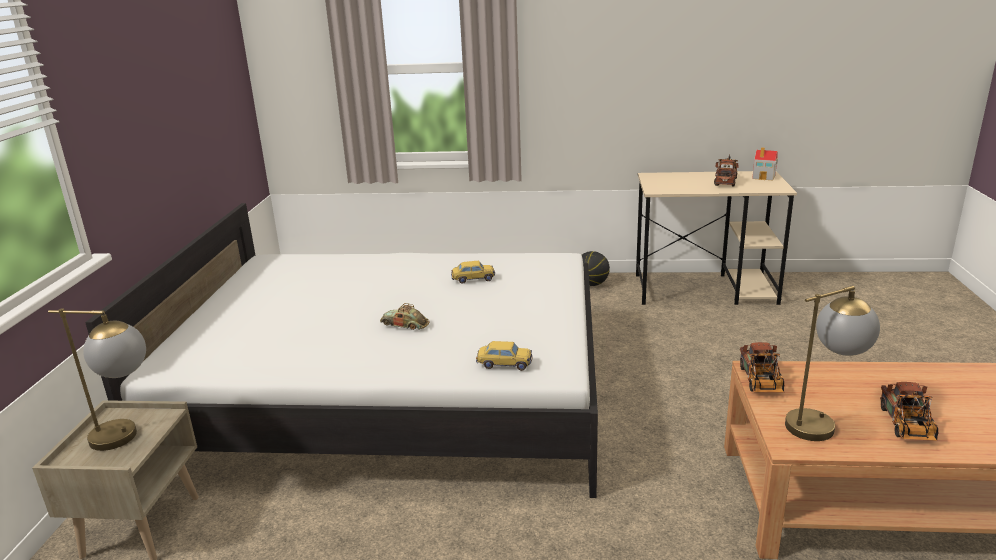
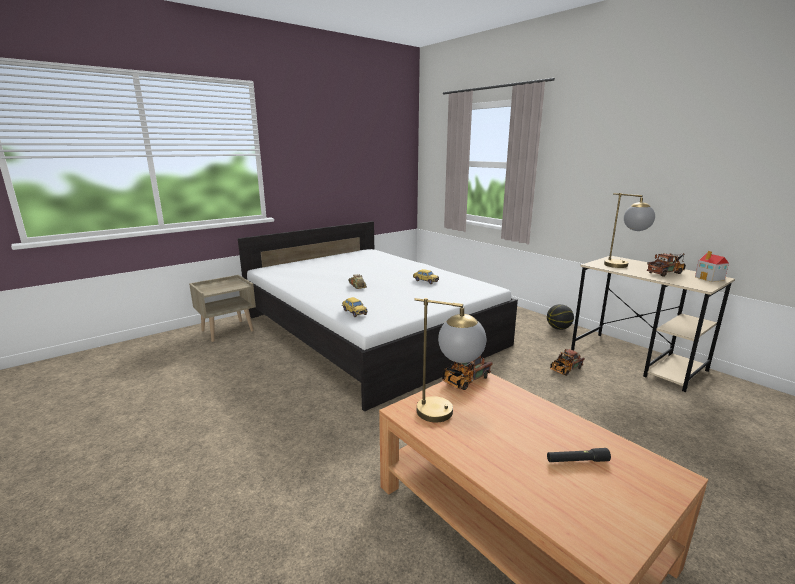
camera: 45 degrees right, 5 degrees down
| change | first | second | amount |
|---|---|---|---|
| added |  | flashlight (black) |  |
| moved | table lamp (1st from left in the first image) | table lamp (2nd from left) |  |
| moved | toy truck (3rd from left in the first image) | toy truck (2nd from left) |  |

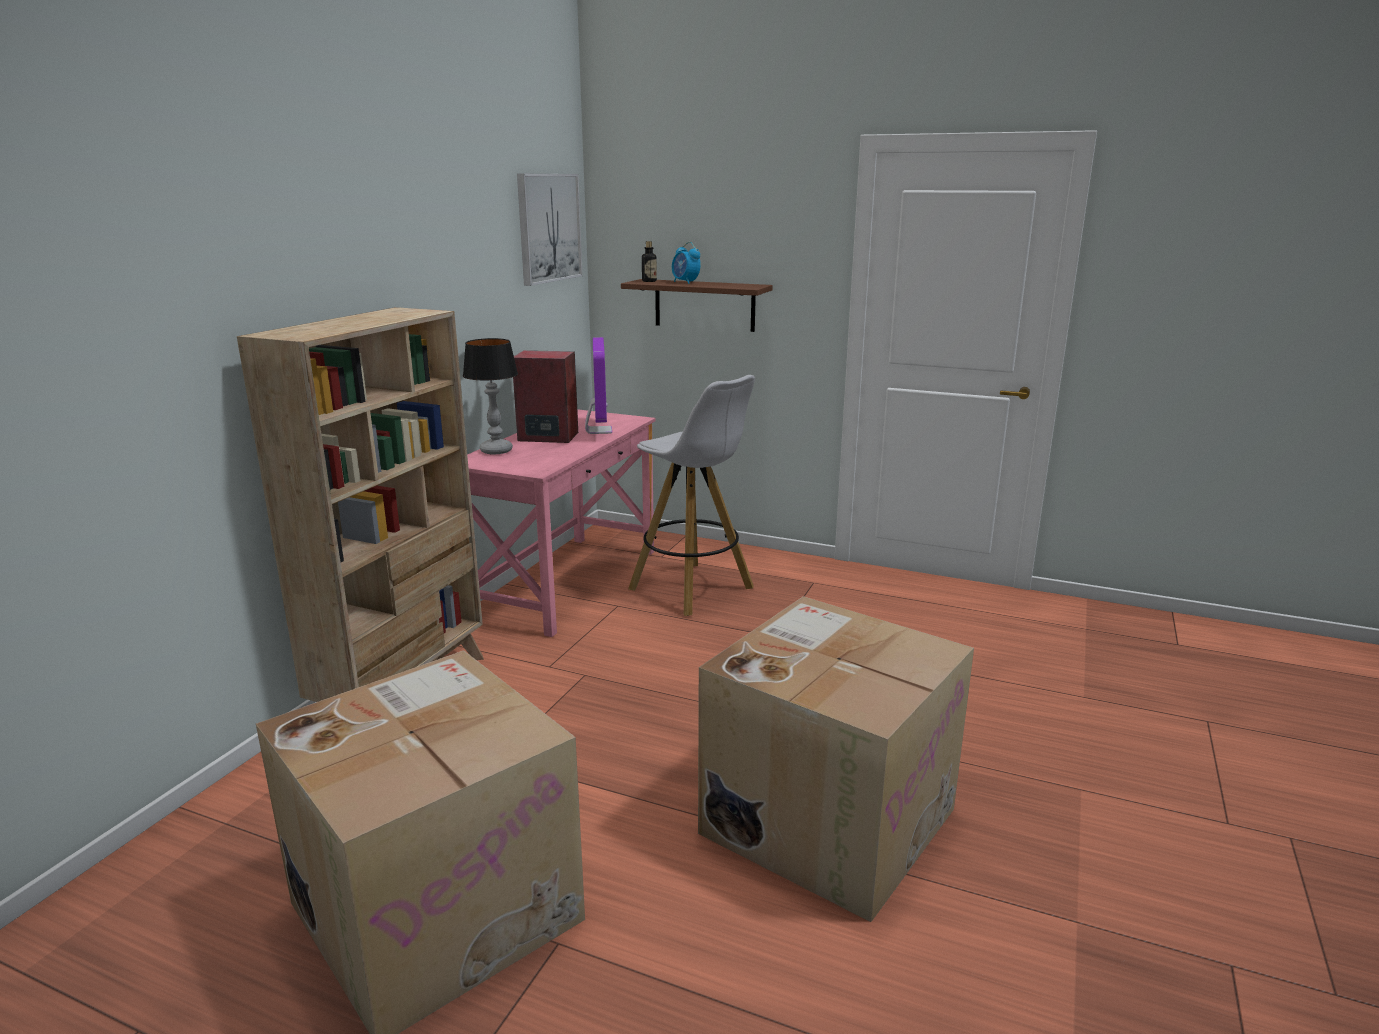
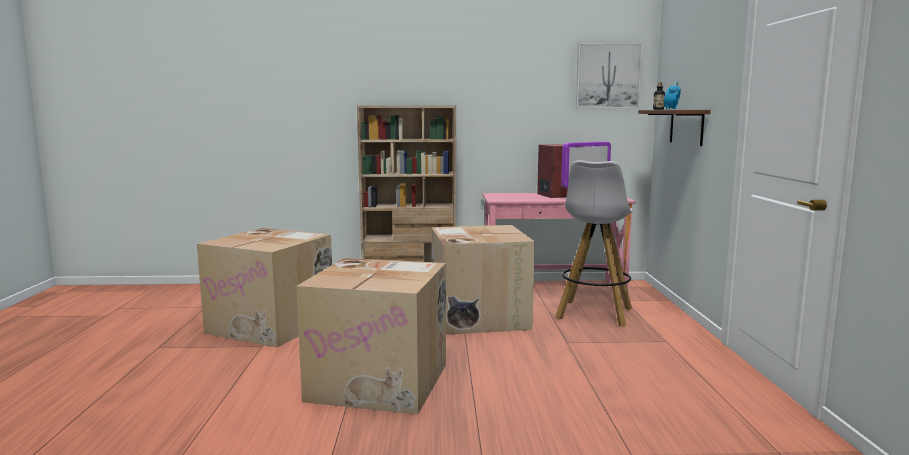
camera: 65 degrees right, 10 degrees down
| change | first | second | amount |
|---|---|---|---|
| removed | table lamp |  |  |
| added |  | cardboard box (3rd from left) |  |

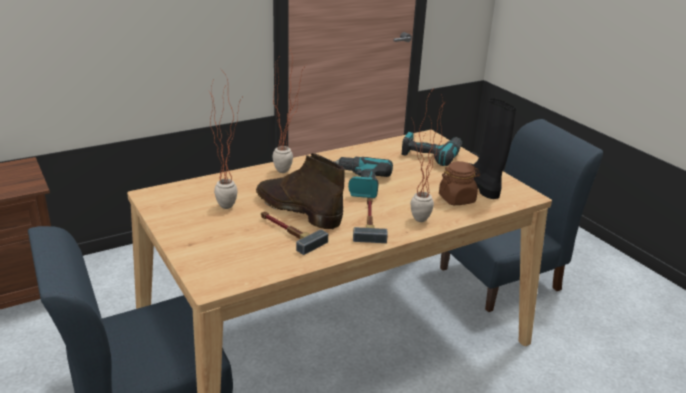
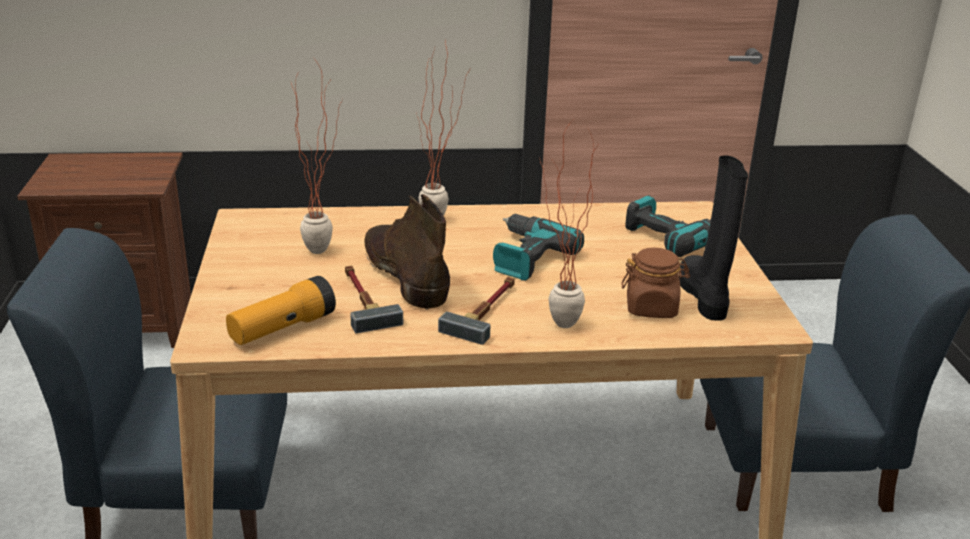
camera: 25 degrees right, 0 degrees up
| change | first | second | amount |
|---|---|---|---|
| added |  | flashlight |  |

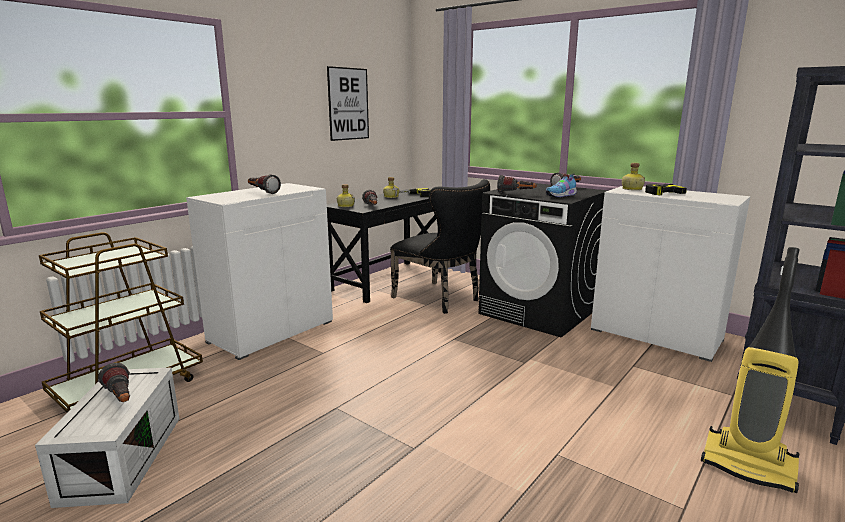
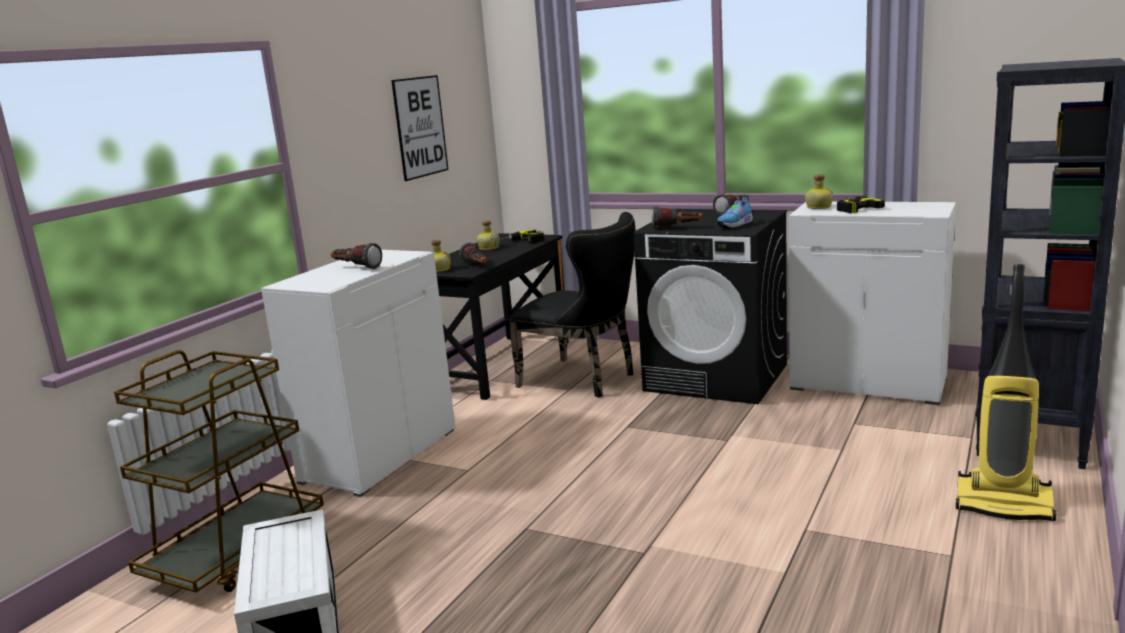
camera: 10 degrees left, 0 degrees up
| change | first | second | amount |
|---|---|---|---|
| removed | flashlight (1st from left) |  |  |

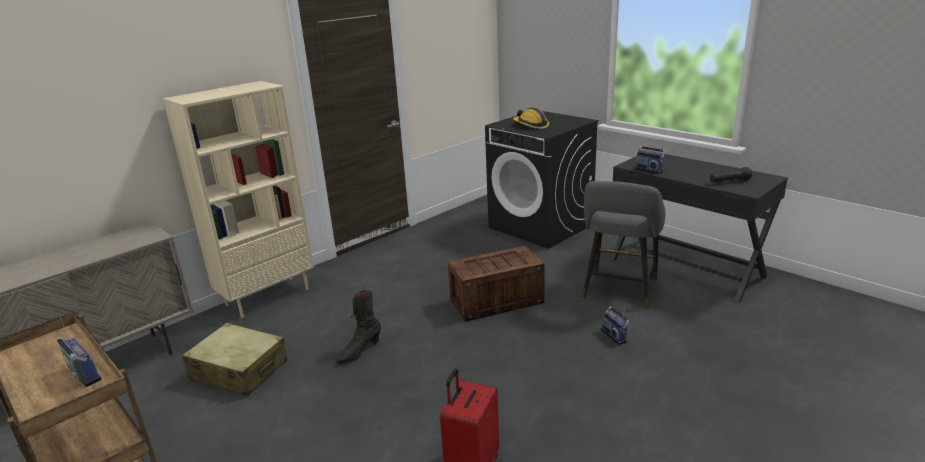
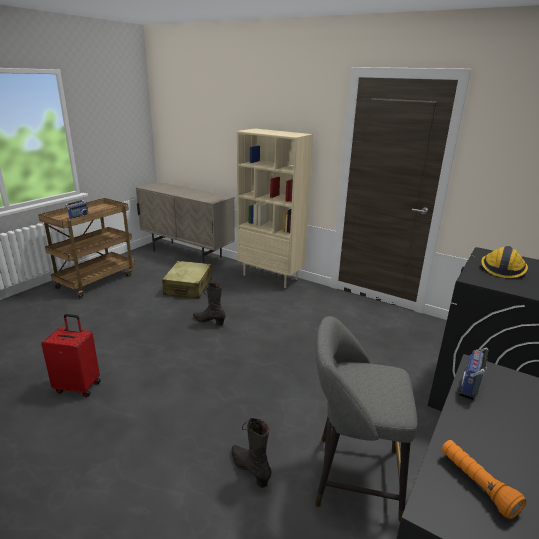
camera: 75 degrees right, 0 degrees up
| change | first | second | amount |
|---|---|---|---|
| removed | crate |  |  |
| replaced | radio (2nd from left) | boot (black) (2nd from left) |  |
| recoloured | flashlight (black) | flashlight (orange) |  |

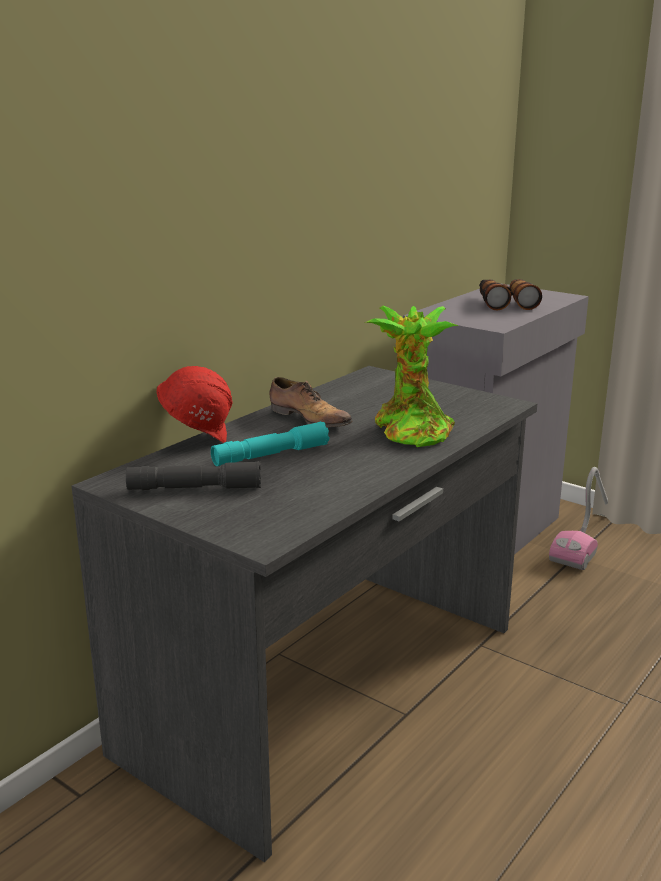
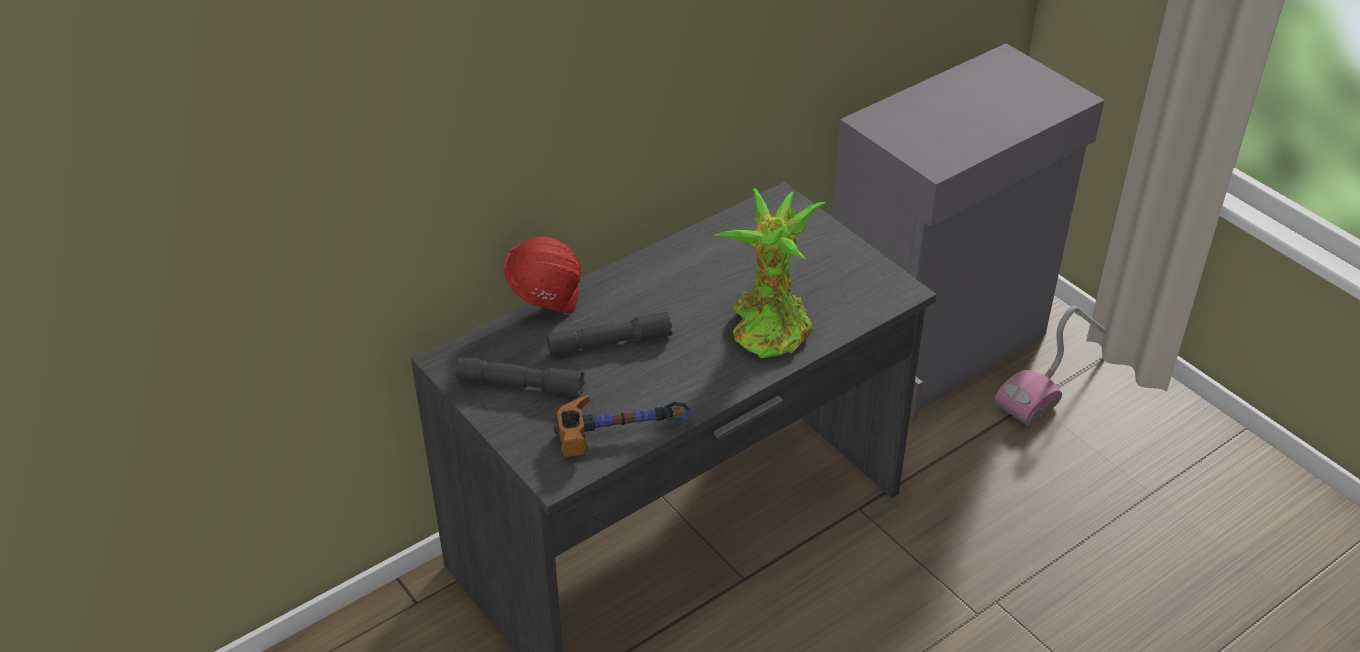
camera: 15 degrees right, 20 degrees up
| change | first | second | amount |
|---|---|---|---|
| removed | shoe |  |  |
| removed | binoculars |  |  |
| added |  | hammer |  |
| recoloured | flashlight (turquoise) | flashlight (grey) (2nd from left) |  |

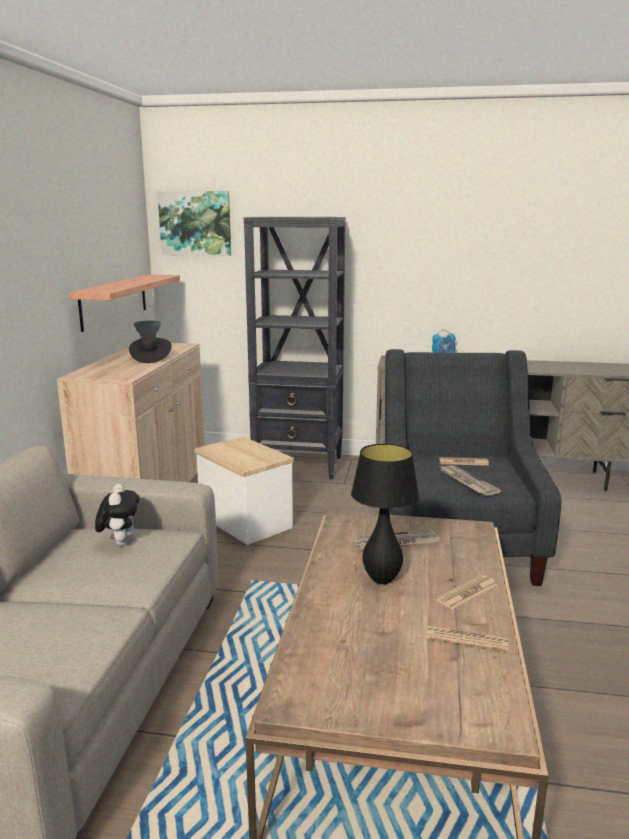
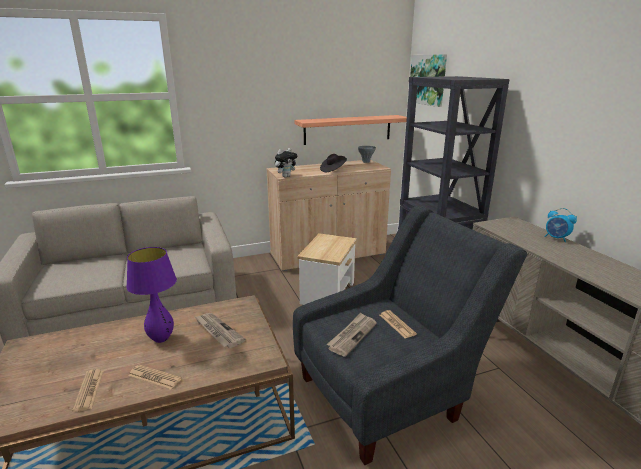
camera: 60 degrees right, 5 degrees up
| change | first | second | amount |
|---|---|---|---|
| moved | plush toy |  |  |
| recoloured | table lamp (black) | table lamp (purple) |  |

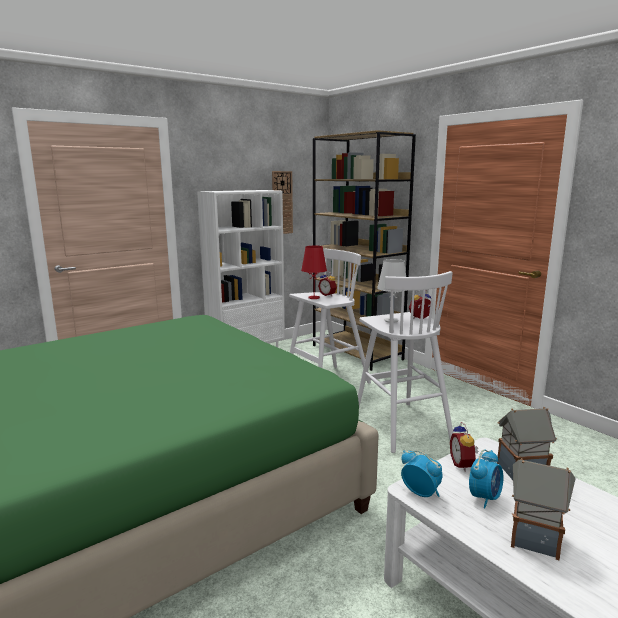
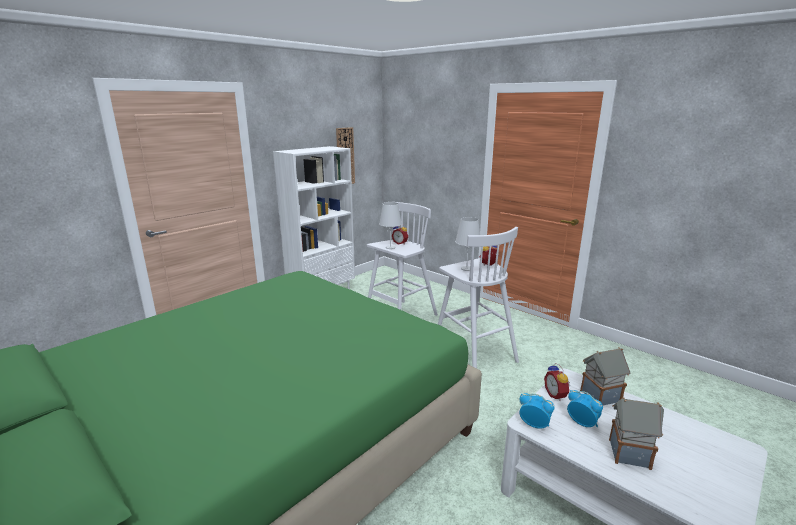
camera: 10 degrees left, 5 degrees up
| change | first | second | amount |
|---|---|---|---|
| removed | bookcase (brown) |  |  |
| recoloured | table lamp (red) | table lamp (white) (1st from left) |  |
| turned | alarm clock (5th from left) |  | 75 degrees counterclockwise |

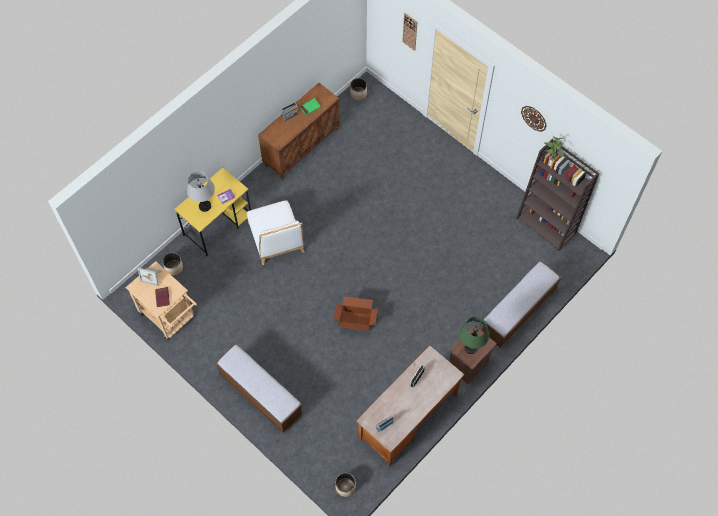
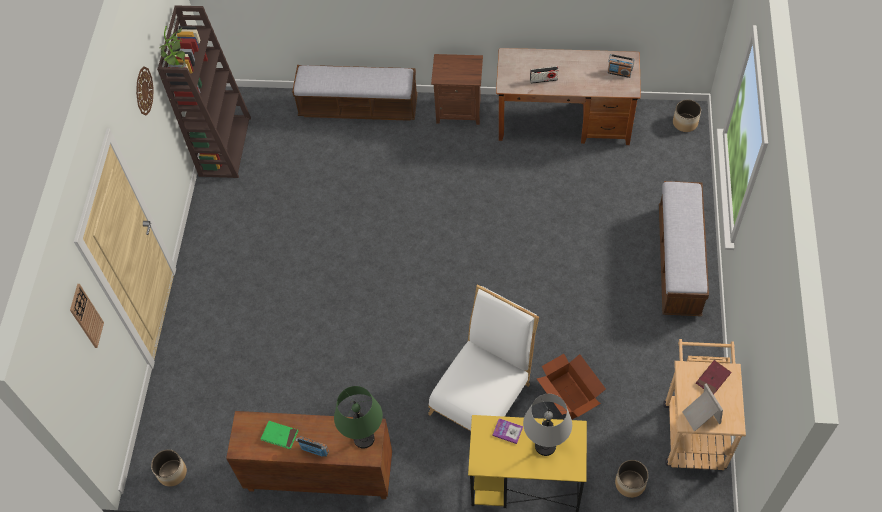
camera: 125 degrees left, 5 degrees down
| change | first | second | amount |
|---|---|---|---|
| moved | cardboard box |  |  |
| moved | table lamp (green) |  |  |

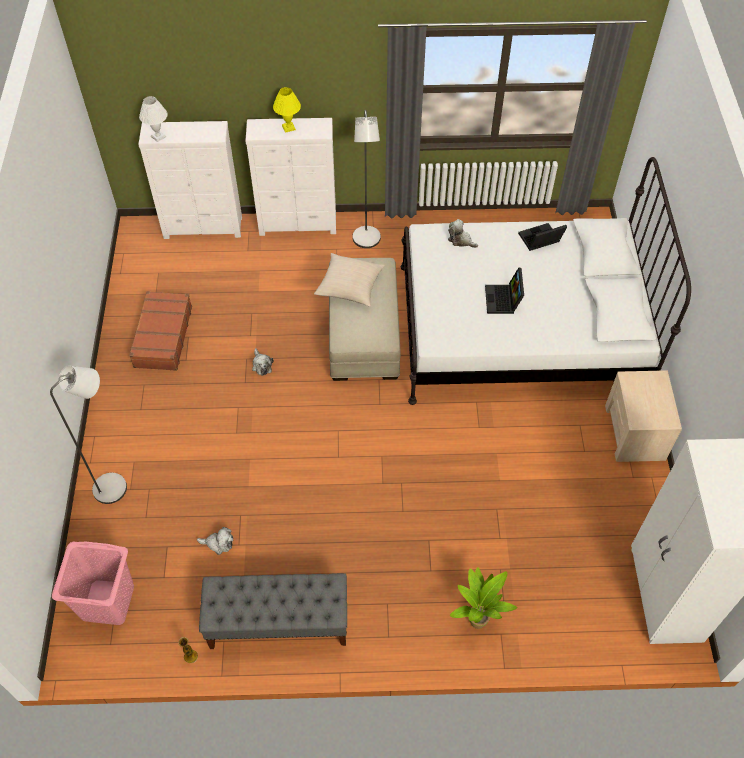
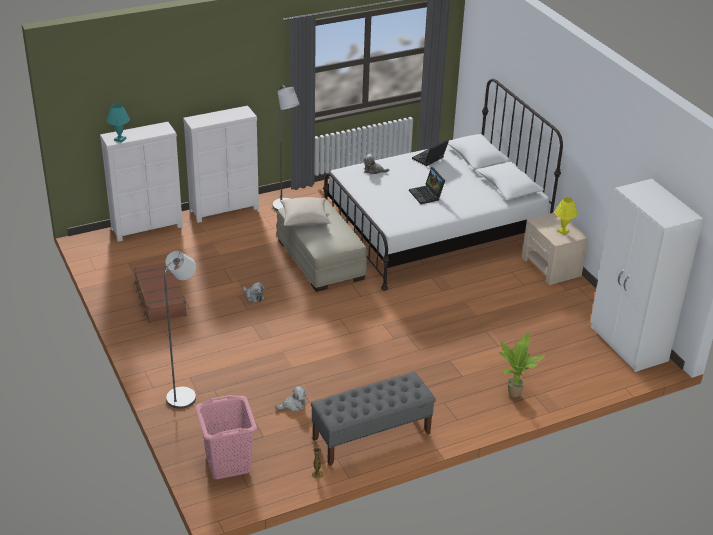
camera: 25 degrees left, 20 degrees down
| change | first | second | amount |
|---|---|---|---|
| moved | table lamp (yellow) |  |  |
| recoloured | table lamp (white) | table lamp (turquoise) |  |

